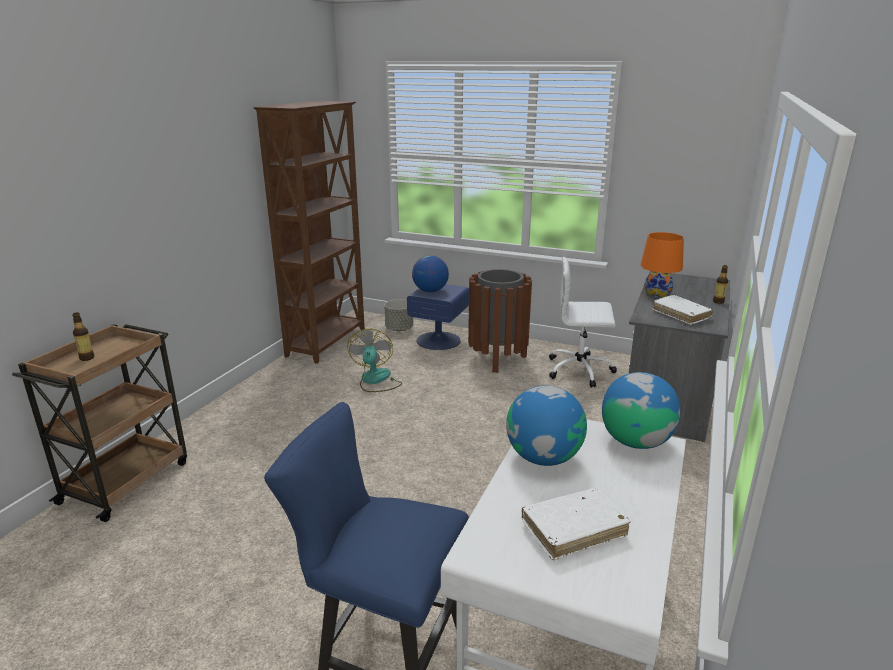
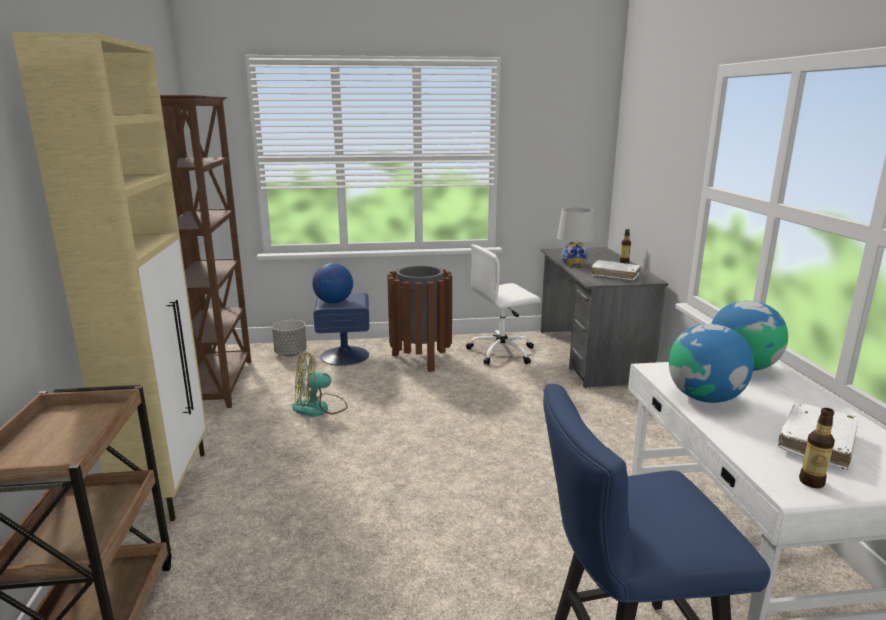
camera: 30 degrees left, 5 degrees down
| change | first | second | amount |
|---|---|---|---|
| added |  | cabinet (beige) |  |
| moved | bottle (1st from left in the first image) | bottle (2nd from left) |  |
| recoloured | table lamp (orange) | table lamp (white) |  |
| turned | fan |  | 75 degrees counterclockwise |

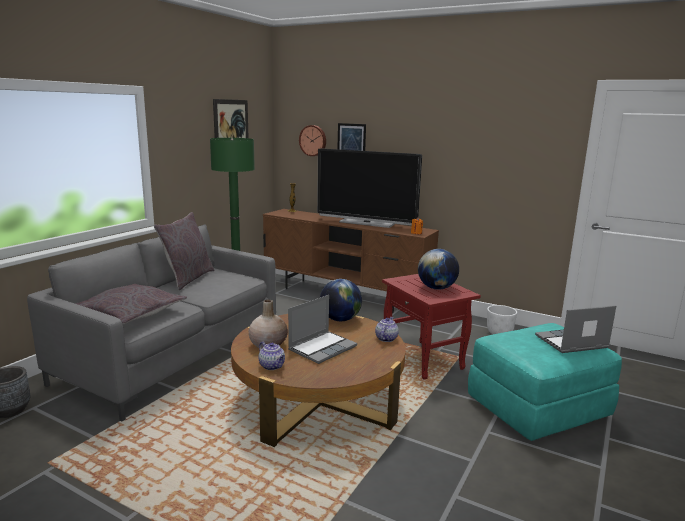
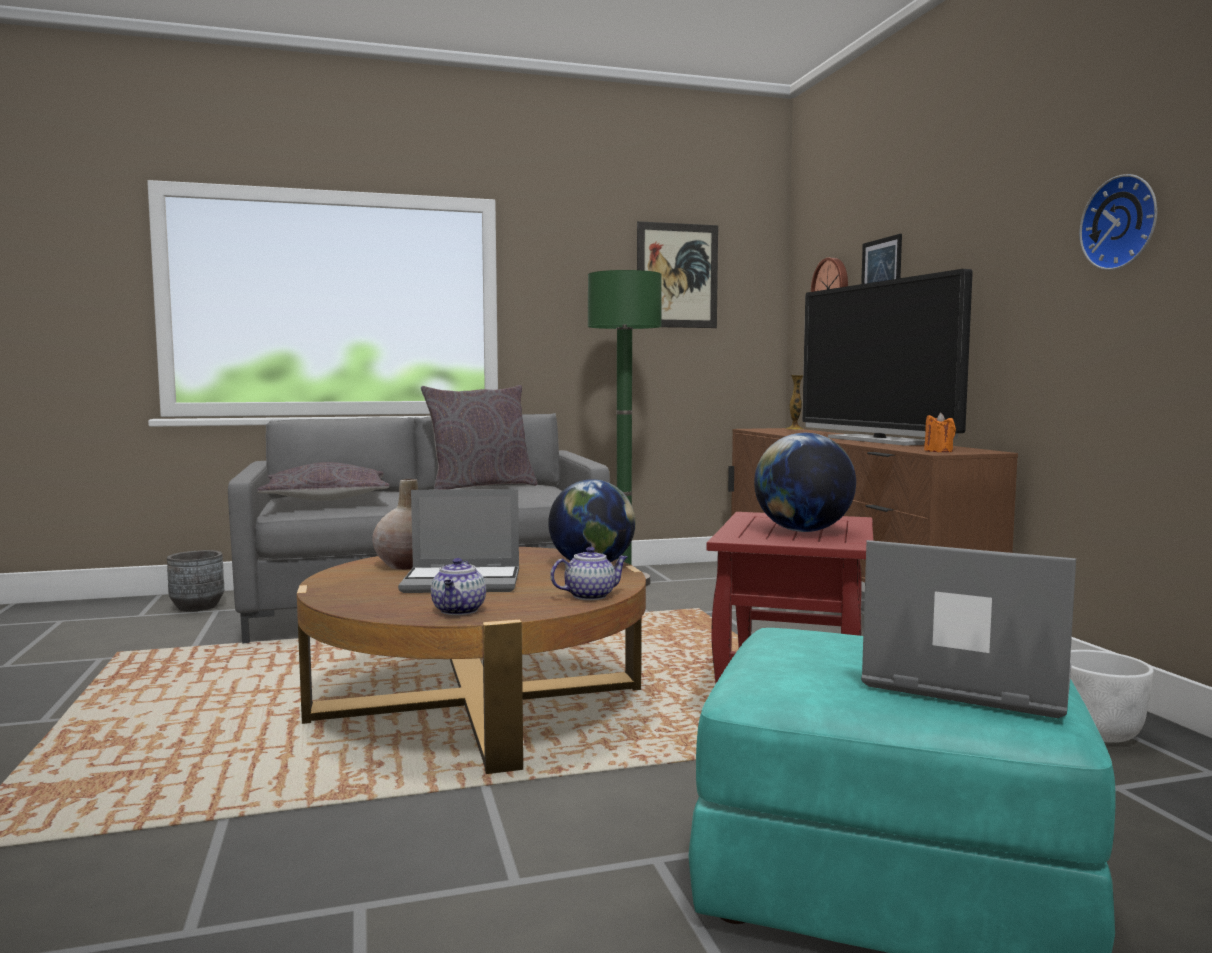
camera: 45 degrees right, 10 degrees down
| change | first | second | amount |
|---|---|---|---|
| added |  | wall clock (2nd from left) |  |
| moved | teapot (1st from left) |  |  |

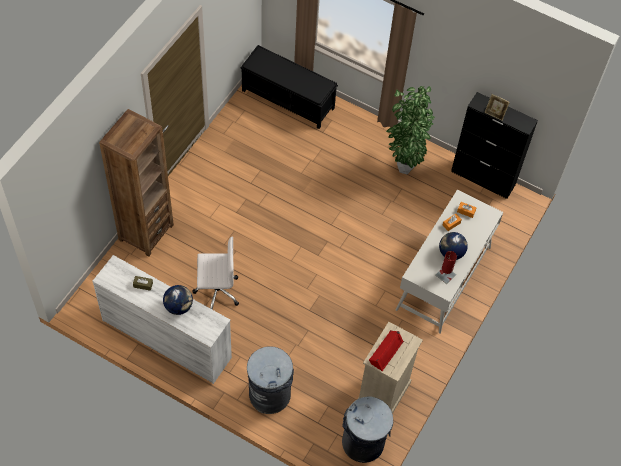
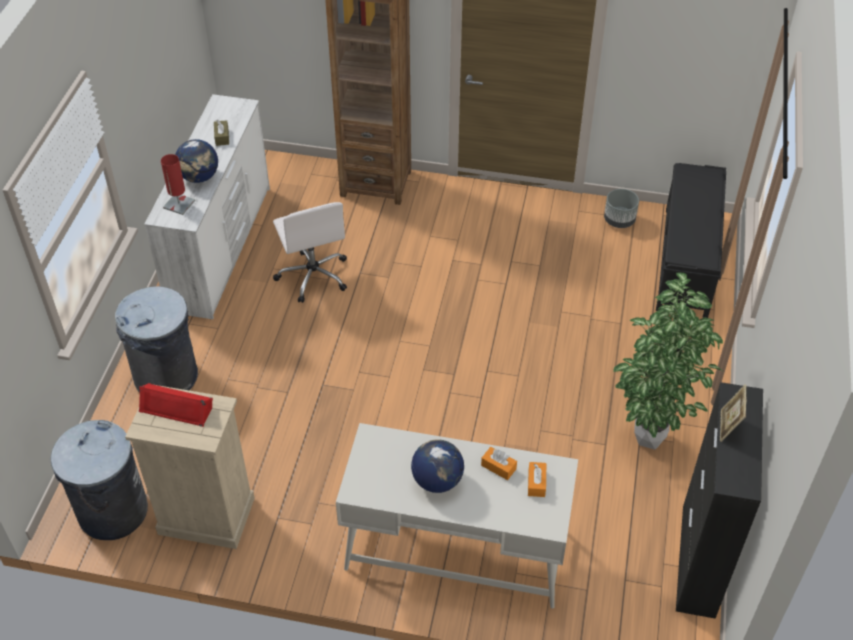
camera: 75 degrees right, 10 degrees down
| change | first | second | amount |
|---|---|---|---|
| added |  | planter (grey) |  |
| moved | table lamp (red) |  |  |

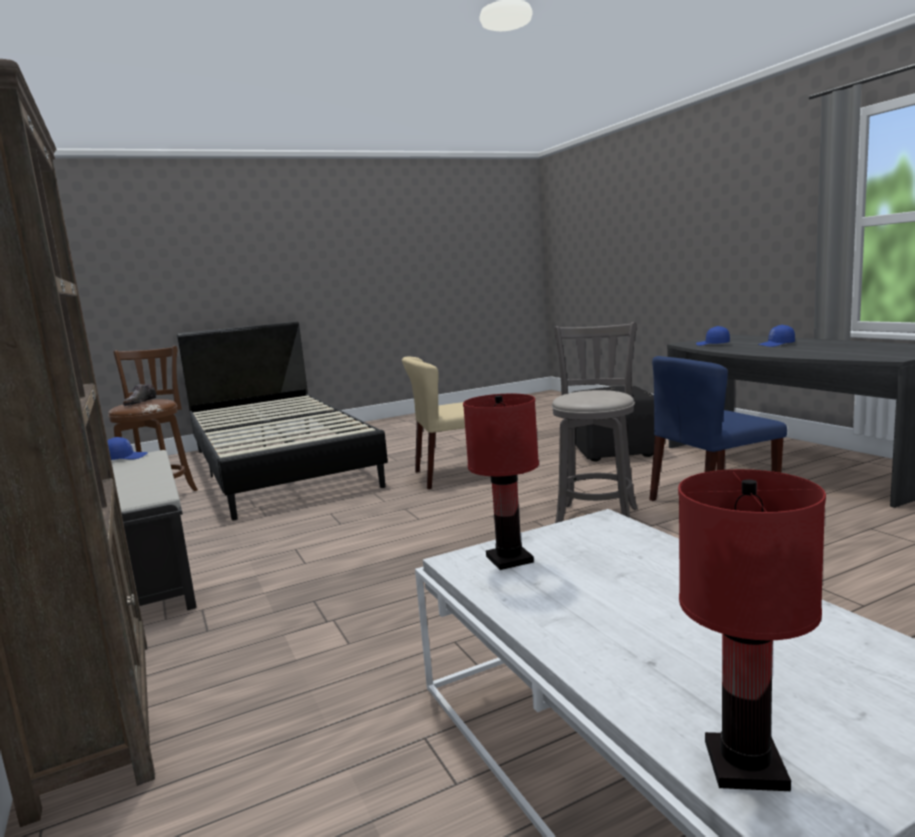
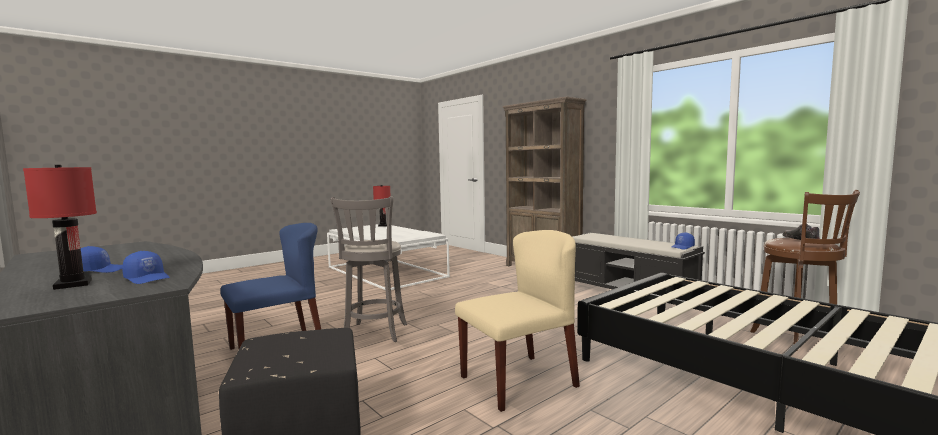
camera: 165 degrees right, 5 degrees down
| change | first | second | amount |
|---|---|---|---|
| moved | table lamp (red) (1st from left) |  |  |

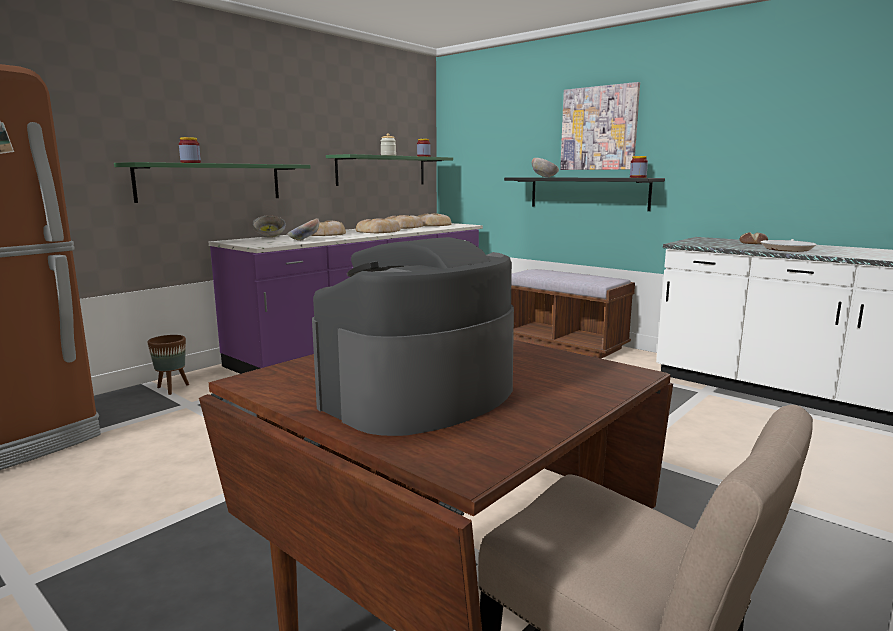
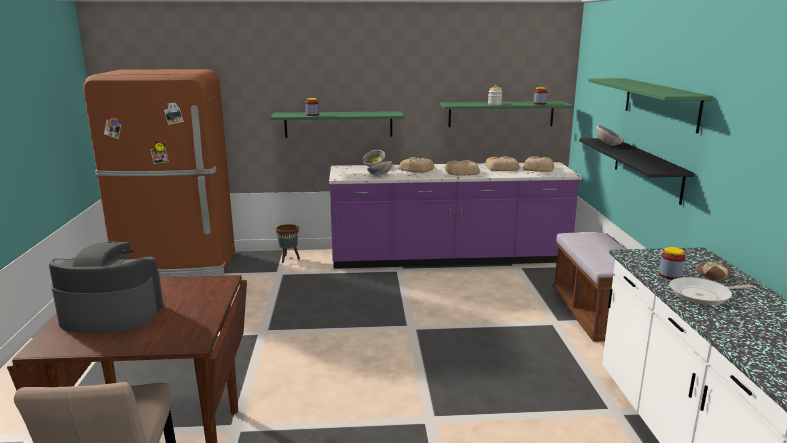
camera: 45 degrees right, 5 degrees up
| change | first | second | amount |
|---|---|---|---|
| moved | jar (4th from left) |  |  |
| replaced | picture | shelf (green) (3rd from left) |  |

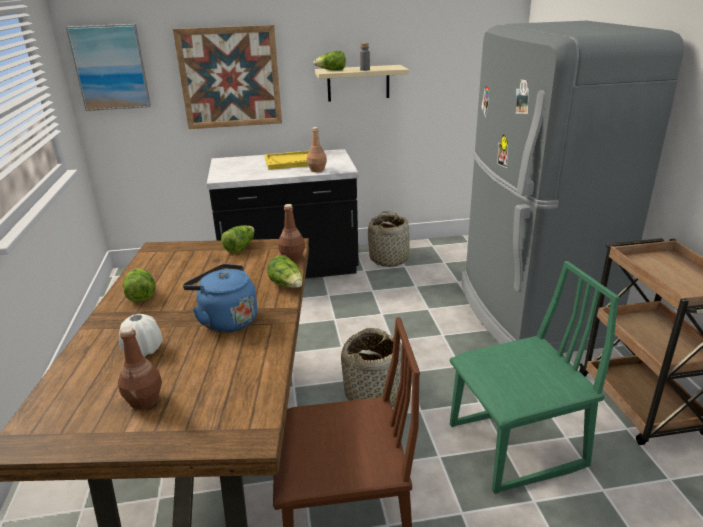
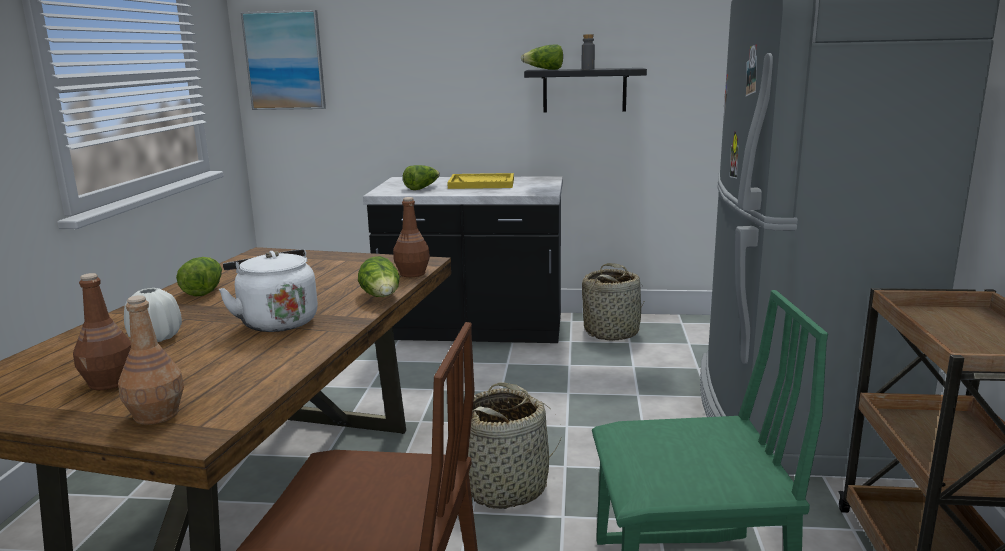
camera: 15 degrees right, 10 degrees down
| change | first | second | amount |
|---|---|---|---|
| removed | picture (2nd from left) |  |  |
| moved | lettuce (2nd from left in the first image) | lettuce (3rd from left) |  |
| moved | bottle (brown) (3rd from left in the first image) | bottle (brown) (2nd from left) |  |
| recoloured | kettle (blue) | kettle (white) |  |
| recoloured | shelf (beige) | shelf (black) |  |

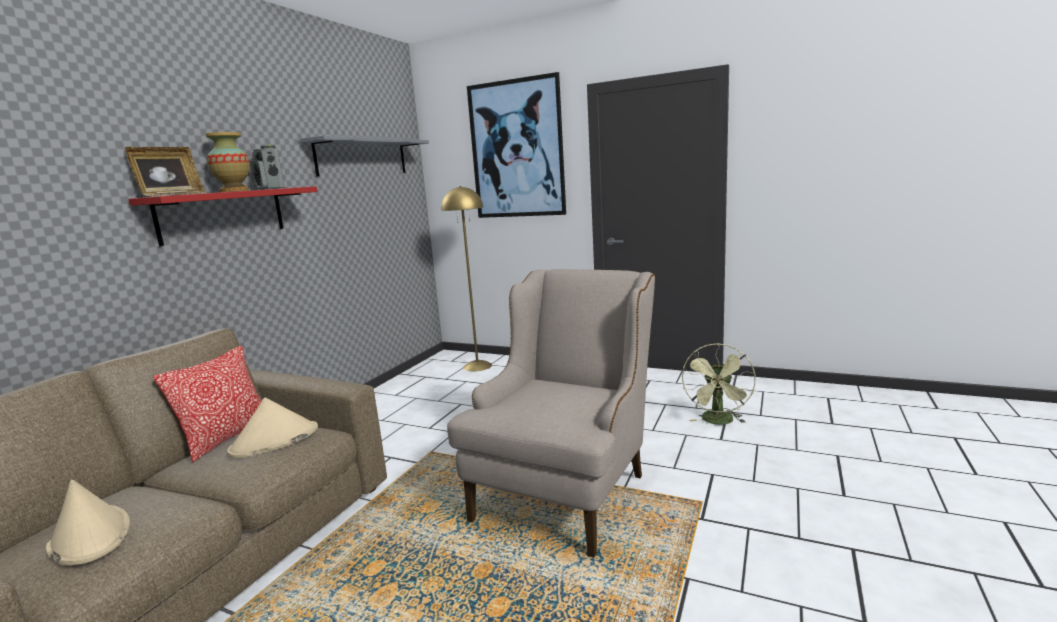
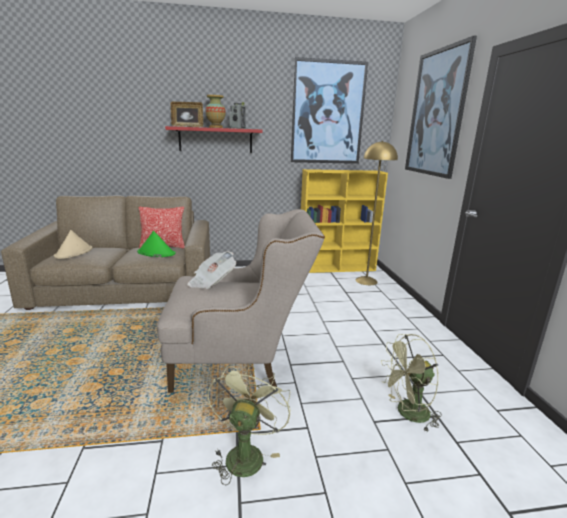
camera: 55 degrees right, 5 degrees up
| change | first | second | amount |
|---|---|---|---|
| added |  | newspaper |  |
| added |  | fan (green) (1st from left) |  |
| added |  | bookcase (yellow) |  |
| replaced | shelf (grey) | picture (1st from left) |  |
| recoloured | hat (beige) (2nd from left) | hat (green) |  |

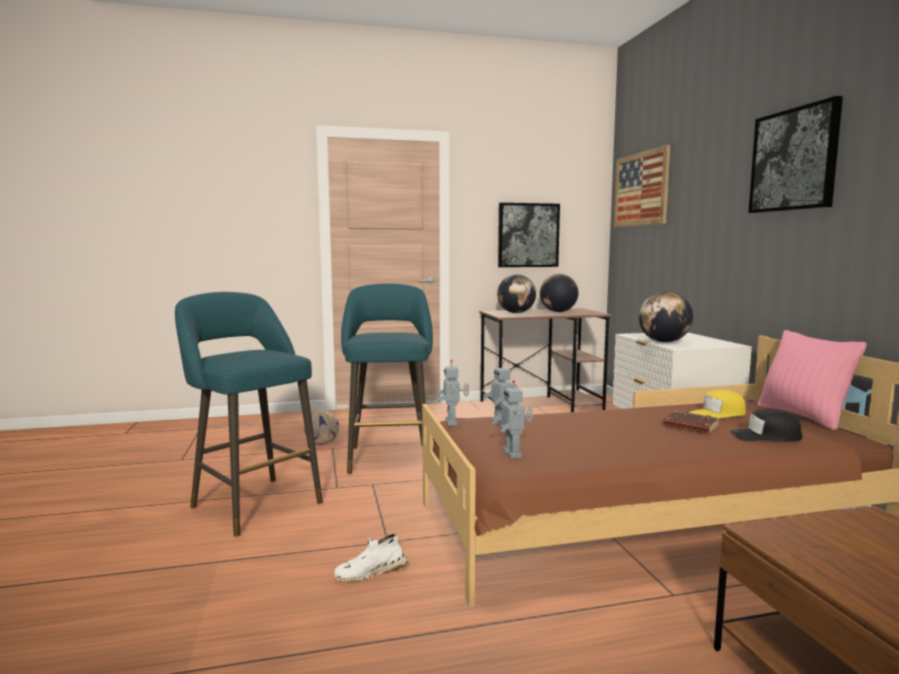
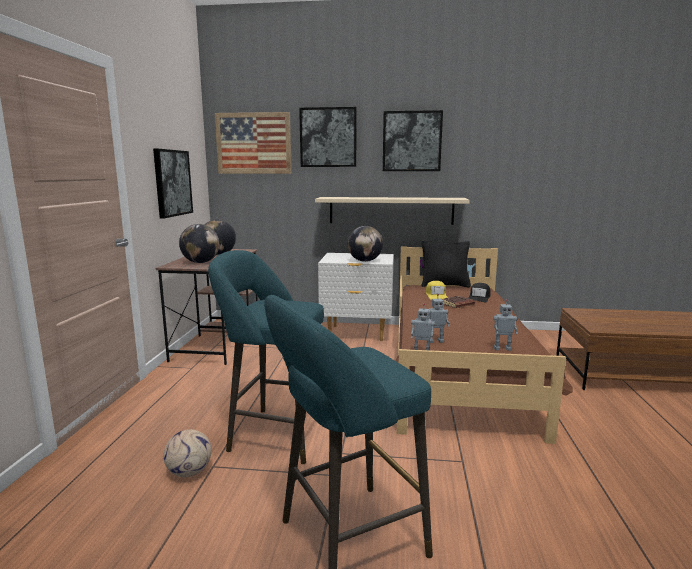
camera: 70 degrees left, 5 degrees up
| change | first | second | amount |
|---|---|---|---|
| removed | shoe (white) |  |  |
| added |  | picture (3rd from left) |  |
| added |  | shelf (beige) |  |
| recoloured | pillow (pink) | pillow (black) |  |

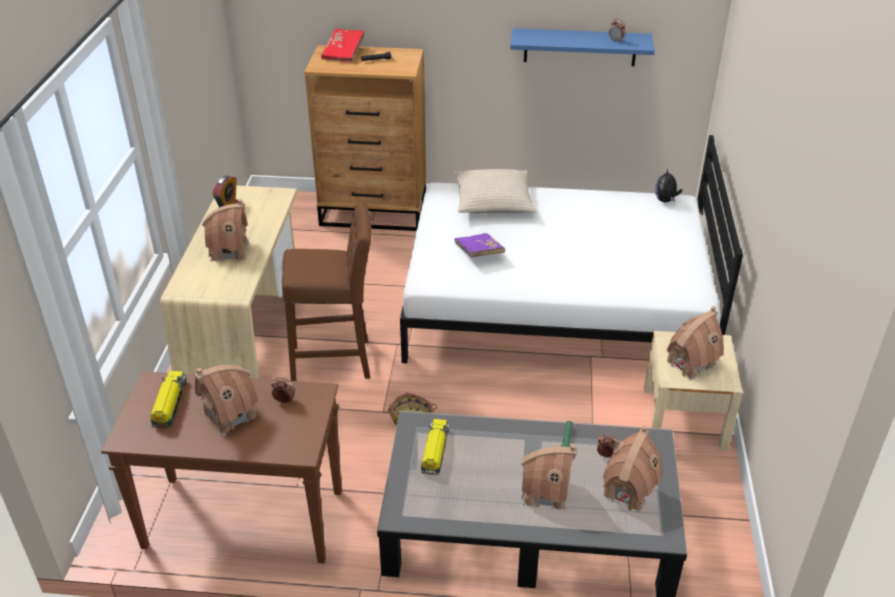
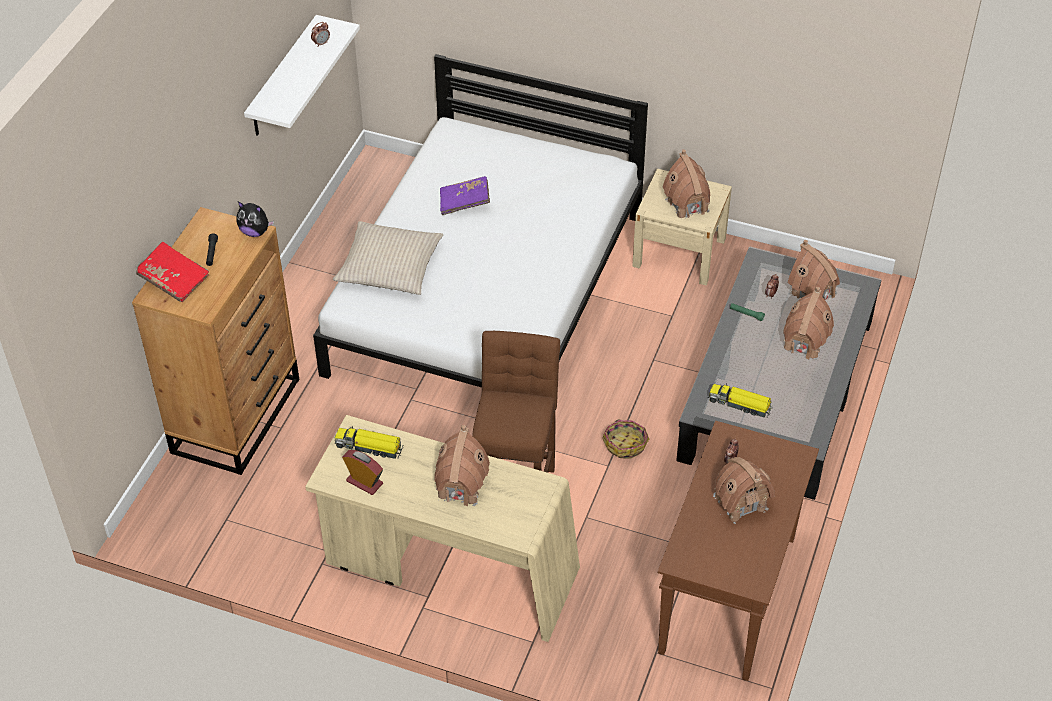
camera: 75 degrees left, 10 degrees up
| change | first | second | amount |
|---|---|---|---|
| moved | toy truck (1st from left) |  |  |
| moved | book (purple) |  |  |
| moved | plush toy |  |  |
| recoloured | shelf (blue) | shelf (white) |  |

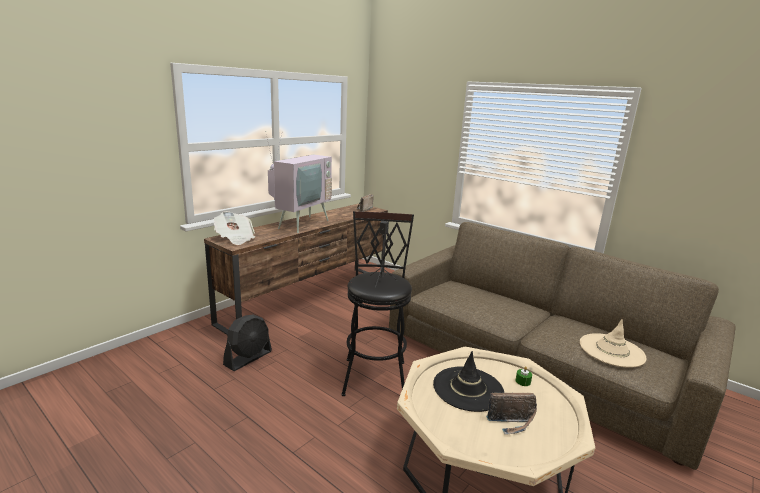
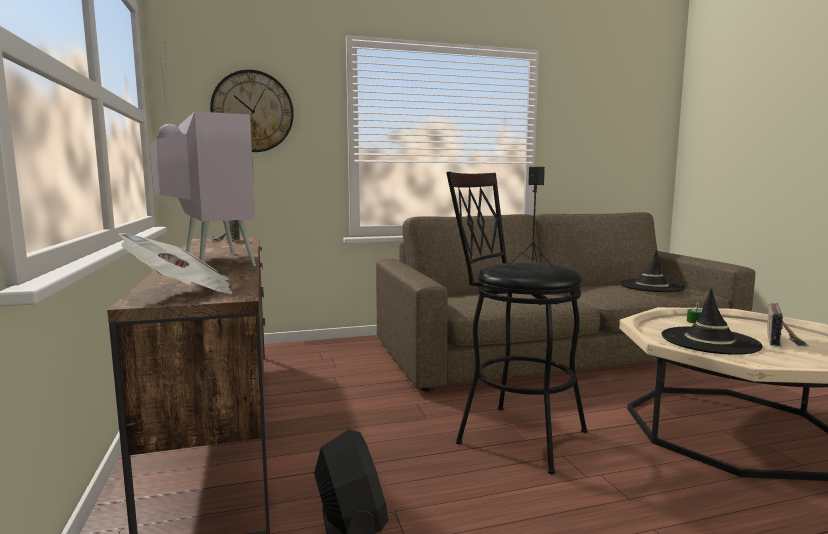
camera: 55 degrees left, 10 degrees down
| change | first | second | amount |
|---|---|---|---|
| added |  | wall clock |  |
| recoloured | hat (beige) | hat (black) (1st from left) |  |

